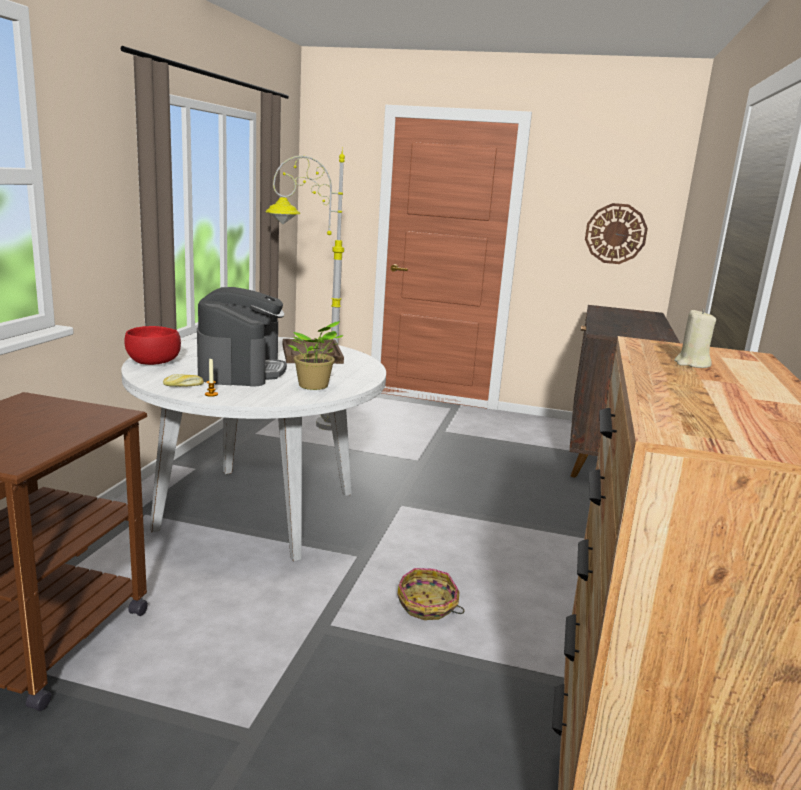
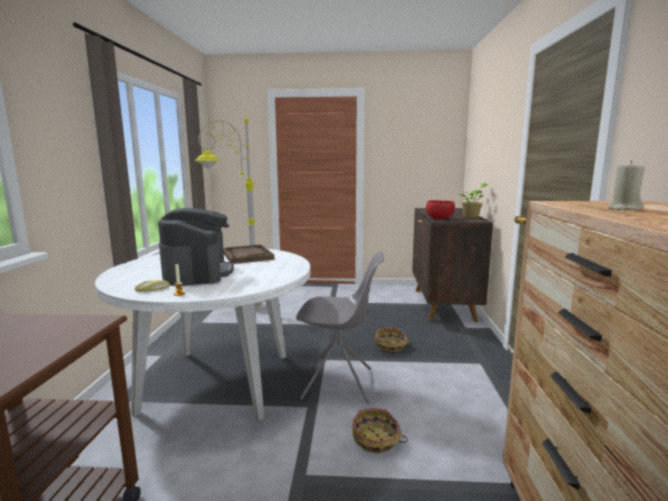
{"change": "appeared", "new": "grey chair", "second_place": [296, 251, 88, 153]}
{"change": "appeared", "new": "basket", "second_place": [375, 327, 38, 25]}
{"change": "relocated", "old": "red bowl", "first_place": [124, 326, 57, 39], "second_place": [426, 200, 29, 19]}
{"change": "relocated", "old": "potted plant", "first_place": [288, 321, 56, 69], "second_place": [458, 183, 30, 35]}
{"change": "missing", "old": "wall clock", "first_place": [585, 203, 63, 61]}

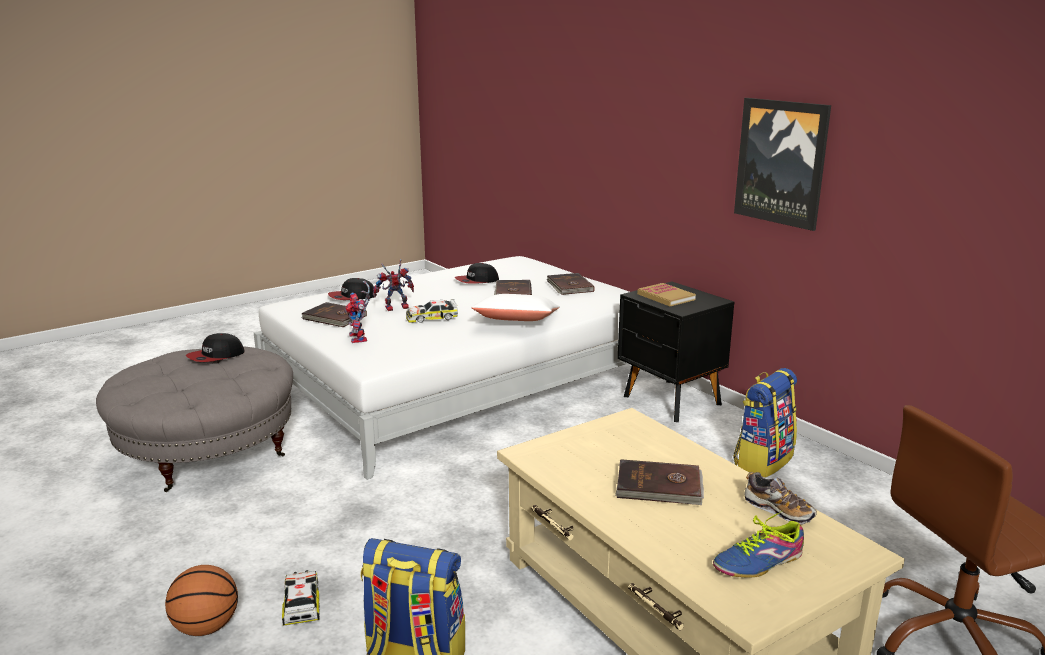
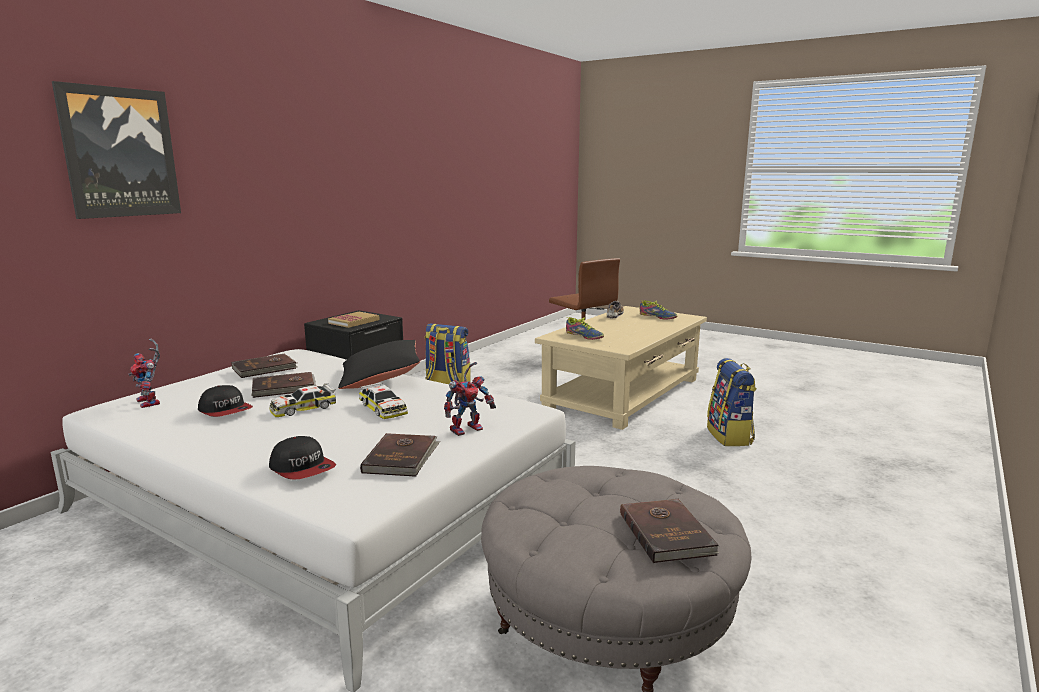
{"change": "relocated", "old": "picture", "first_place": [734, 98, 97, 133], "second_place": [52, 81, 129, 138]}
{"change": "relocated", "old": "toy robot", "first_place": [373, 259, 41, 52], "second_place": [128, 338, 32, 70]}
{"change": "relocated", "old": "toy car", "first_place": [282, 570, 38, 56], "second_place": [269, 383, 67, 34]}
{"change": "colour", "old": "white pillow", "new": "black pillow", "first_place": [471, 294, 89, 27], "second_place": [338, 340, 82, 49]}
{"change": "appeared", "new": "shoe", "second_place": [566, 317, 38, 23]}
{"change": "relocated", "old": "brown book", "first_place": [615, 459, 89, 46], "second_place": [620, 499, 100, 64]}
{"change": "missing", "old": "basketball", "first_place": [165, 565, 73, 71]}
{"change": "missing", "old": "cap", "first_place": [186, 333, 59, 29]}

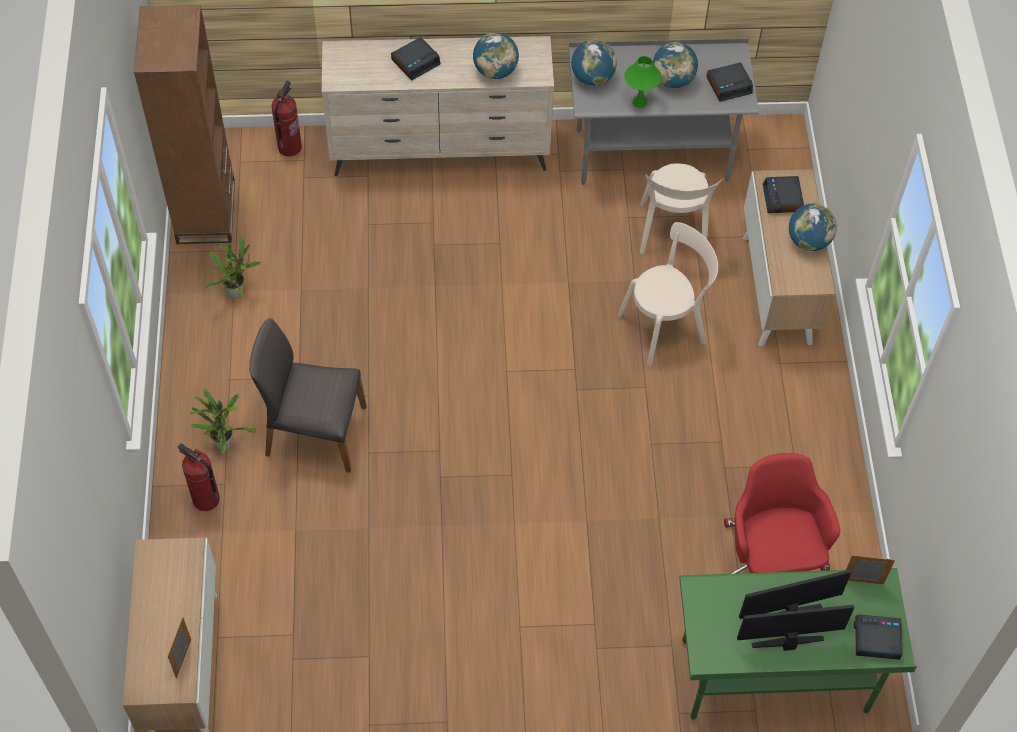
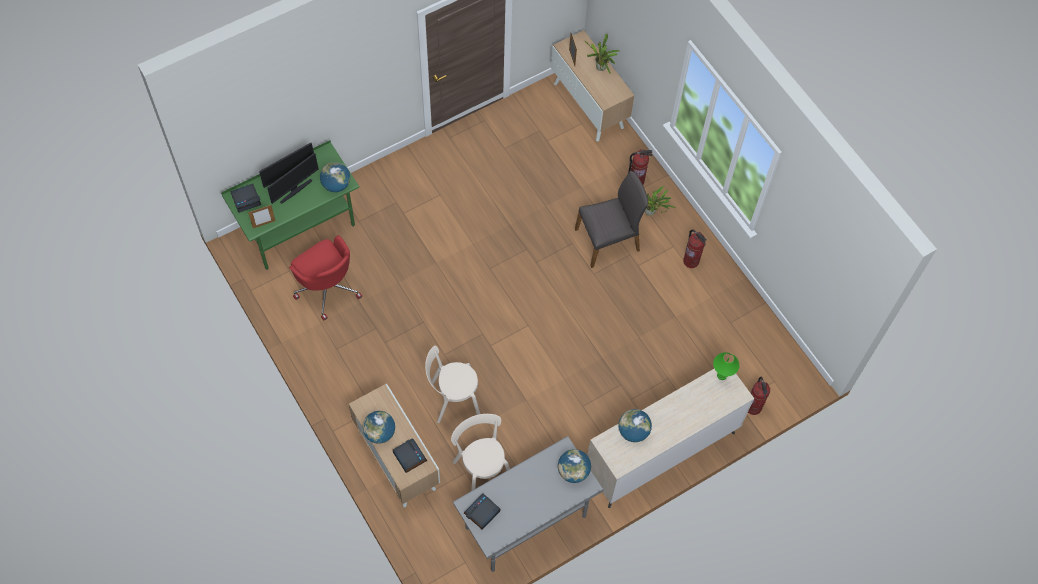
{"change": "relocated", "old": "globe", "first_place": [653, 42, 45, 46], "second_place": [320, 162, 30, 30]}
{"change": "spun", "old": "beige chair", "first_place": [618, 222, 100, 144], "second_place": [425, 346, 55, 77], "degrees": 45}
{"change": "relocated", "old": "potted plant", "first_place": [204, 237, 57, 61], "second_place": [584, 34, 35, 39]}
{"change": "appeared", "new": "fire extinguisher", "second_place": [683, 229, 24, 39]}
{"change": "relocated", "old": "green table lamp", "first_place": [625, 56, 36, 52], "second_place": [713, 352, 26, 28]}
{"change": "missing", "old": "brown bookcase", "first_place": [134, 5, 101, 239]}
{"change": "missing", "old": "alarm clock", "first_place": [391, 37, 50, 44]}

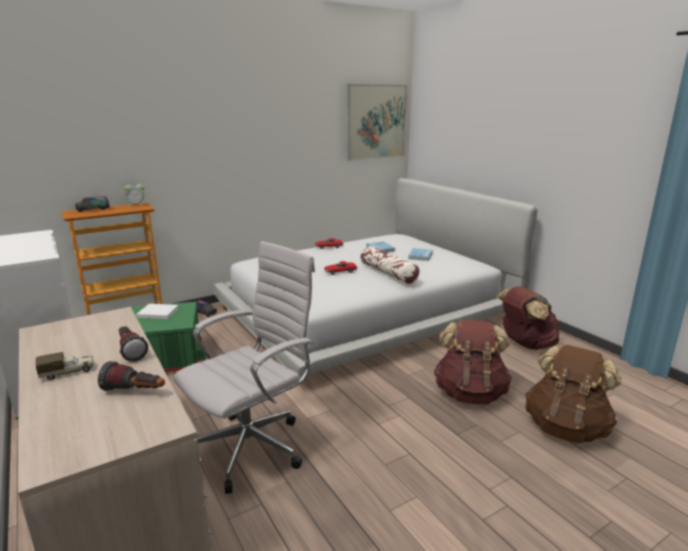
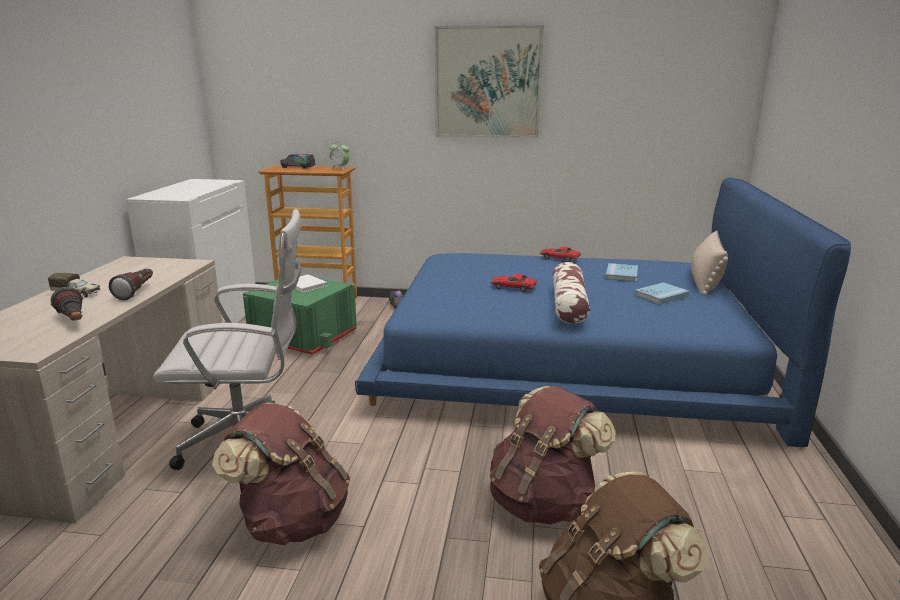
{"change": "relocated", "old": "brown backpack", "first_place": [496, 286, 63, 64], "second_place": [212, 403, 138, 142]}
{"change": "colour", "old": "white bed", "new": "blue bed", "first_place": [213, 178, 325, 199], "second_place": [355, 177, 496, 270]}
{"change": "relocated", "old": "picture", "first_place": [346, 84, 61, 77], "second_place": [435, 25, 109, 113]}
{"change": "appeared", "new": "beige pillow", "second_place": [691, 231, 37, 64]}

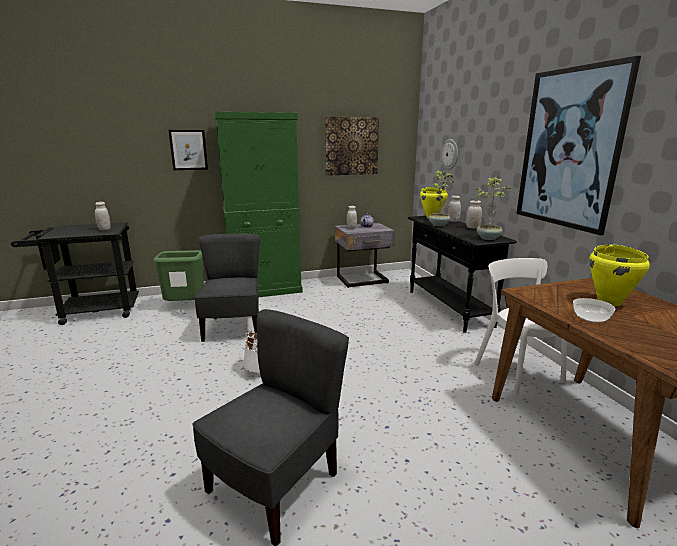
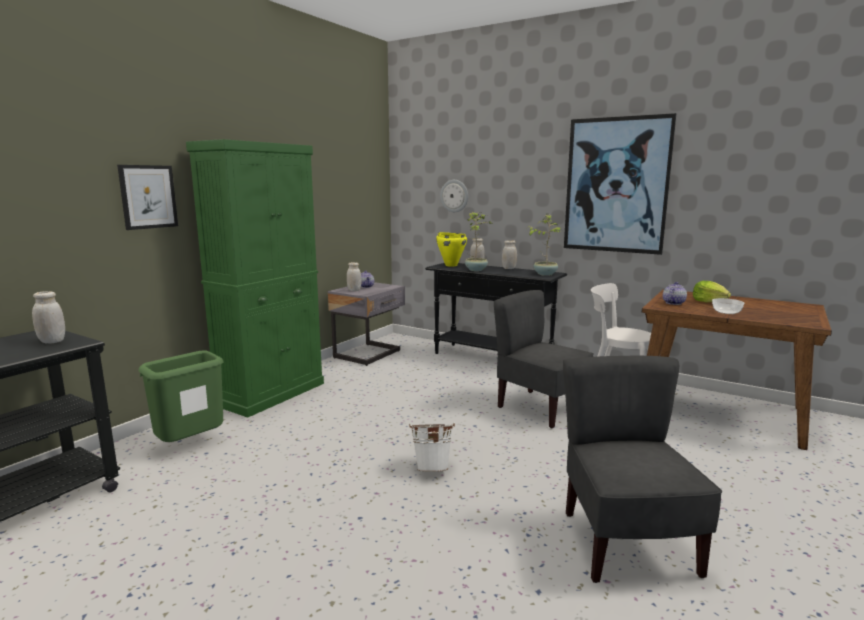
{"change": "relocated", "old": "grey chair", "first_place": [194, 233, 66, 109], "second_place": [494, 290, 100, 138]}
{"change": "appeared", "new": "teapot", "second_place": [663, 282, 24, 23]}
{"change": "exchanged", "old": "yellow cooking pot", "new": "lettuce", "first_place": [589, 244, 61, 62], "second_place": [693, 281, 38, 22]}
{"change": "missing", "old": "picture", "first_place": [325, 117, 54, 59]}

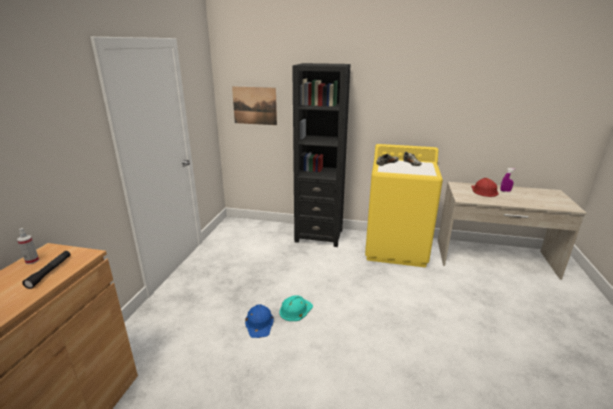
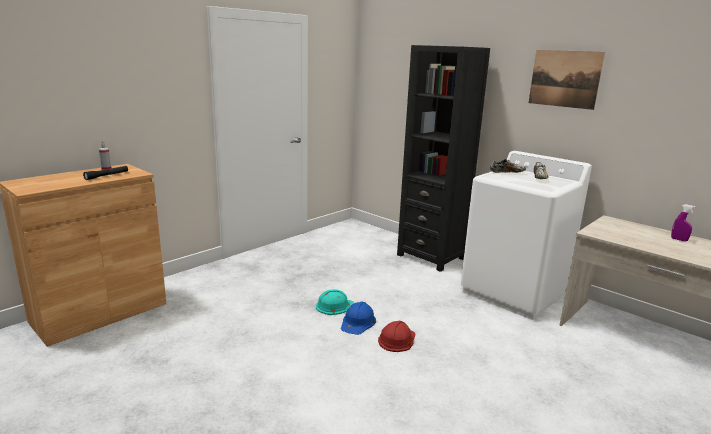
{"change": "relocated", "old": "blue hard hat", "first_place": [245, 304, 28, 34], "second_place": [341, 301, 35, 34]}
{"change": "relocated", "old": "red hard hat", "first_place": [471, 178, 28, 19], "second_place": [378, 320, 38, 32]}
{"change": "colour", "old": "yellow washing machine", "new": "white washing machine", "first_place": [365, 144, 78, 123], "second_place": [461, 151, 131, 169]}
{"change": "relocated", "old": "picture", "first_place": [232, 86, 45, 39], "second_place": [529, 50, 76, 60]}

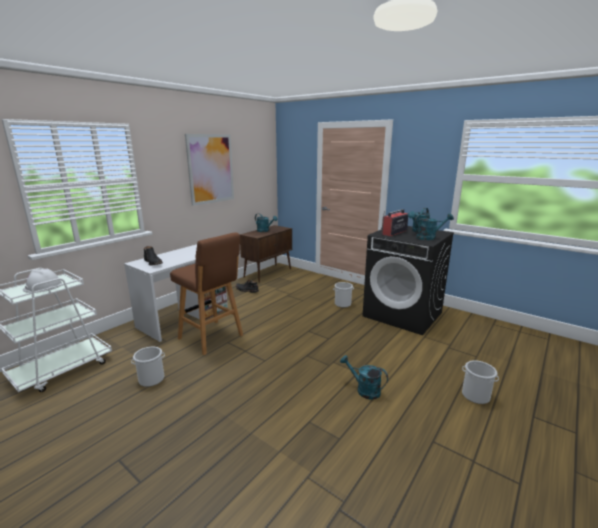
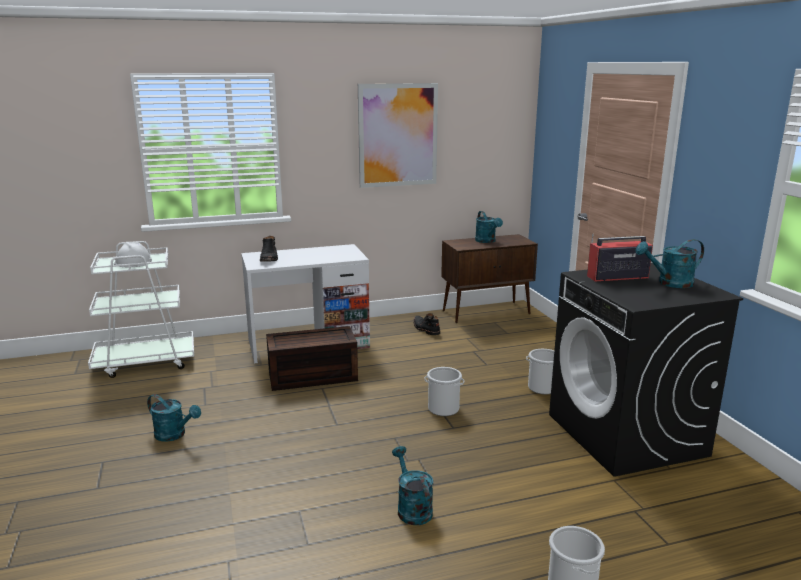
{"change": "relocated", "old": "turquoise watering can", "first_place": [414, 213, 40, 27], "second_place": [147, 394, 54, 48]}
{"change": "exchanged", "old": "brown stool", "new": "brown storage box", "first_place": [170, 232, 73, 123], "second_place": [266, 326, 92, 65]}
{"change": "relocated", "old": "bucket", "first_place": [131, 347, 34, 40], "second_place": [424, 367, 40, 49]}

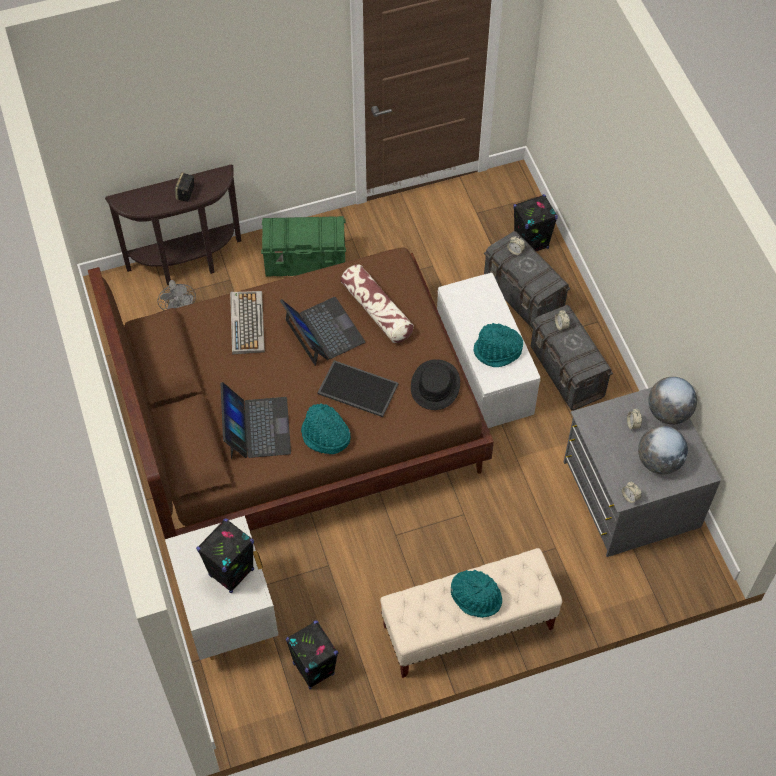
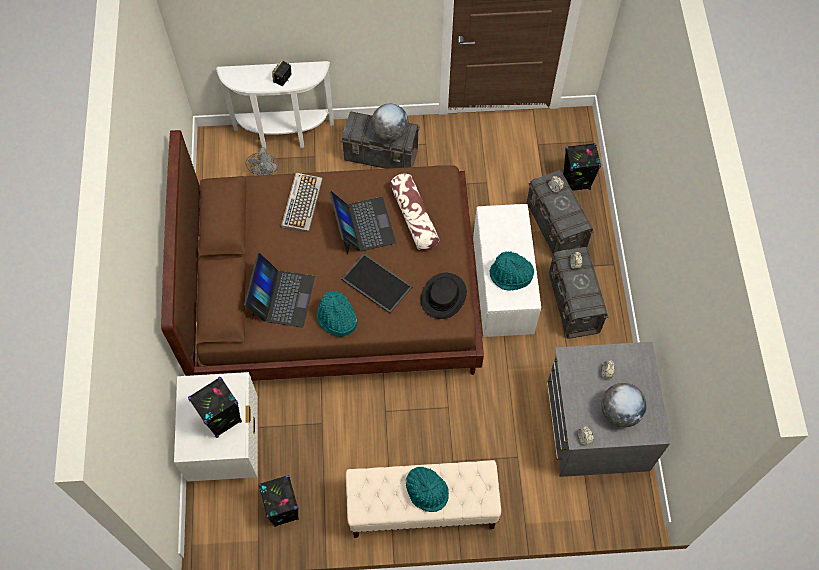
{"change": "colour", "old": "brown console table", "new": "white console table", "first_place": [105, 165, 136, 120], "second_place": [216, 61, 118, 88]}
{"change": "colour", "old": "green storage box", "new": "grey storage box", "first_place": [261, 216, 85, 61], "second_place": [341, 111, 79, 58]}
{"change": "relocated", "old": "globe", "first_place": [648, 377, 49, 48], "second_place": [371, 104, 37, 37]}

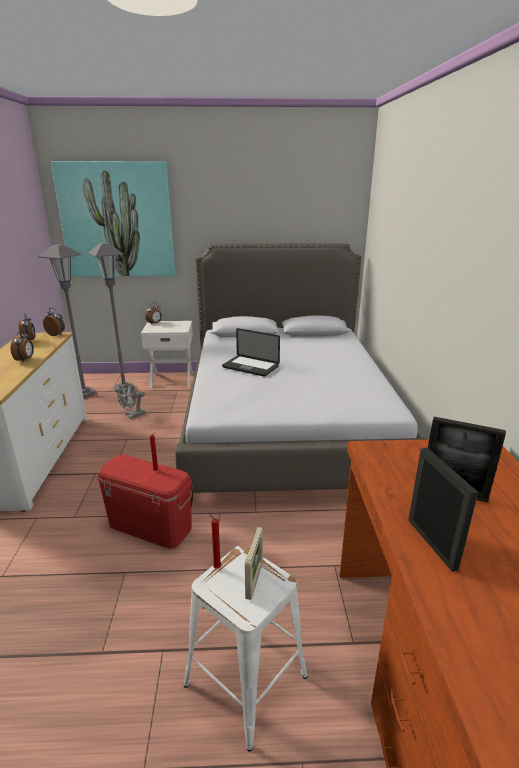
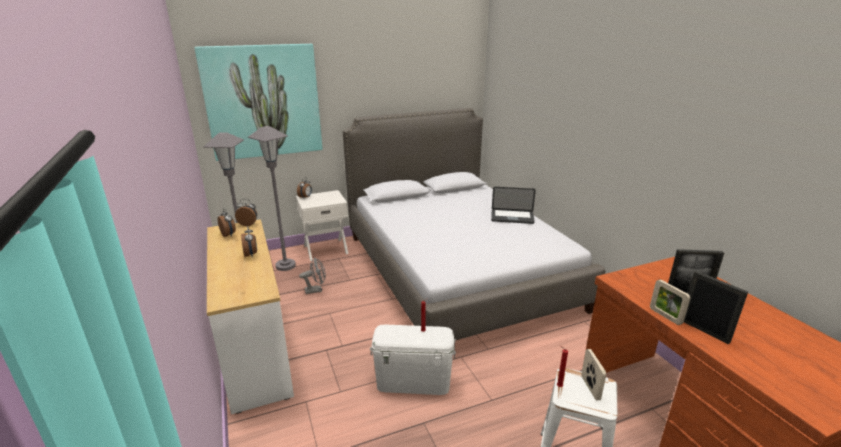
{"change": "spun", "old": "grey fan", "first_place": [117, 382, 28, 37], "second_place": [299, 258, 27, 36], "degrees": -135}
{"change": "colour", "old": "red storage box", "new": "white storage box", "first_place": [97, 454, 96, 95], "second_place": [370, 324, 86, 71]}
{"change": "relocated", "old": "laptop", "first_place": [222, 328, 58, 49], "second_place": [491, 187, 45, 37]}
{"change": "appeared", "new": "picture frame", "second_place": [650, 280, 41, 45]}

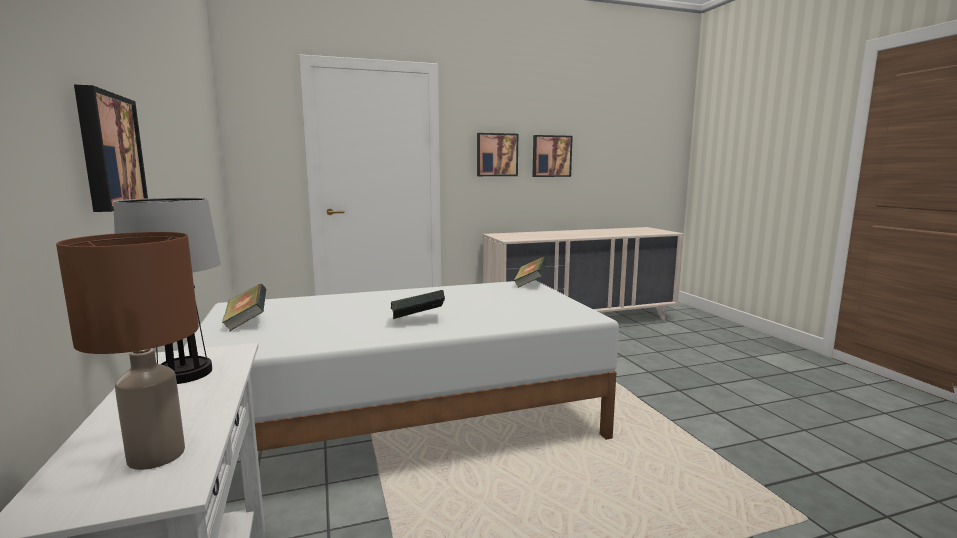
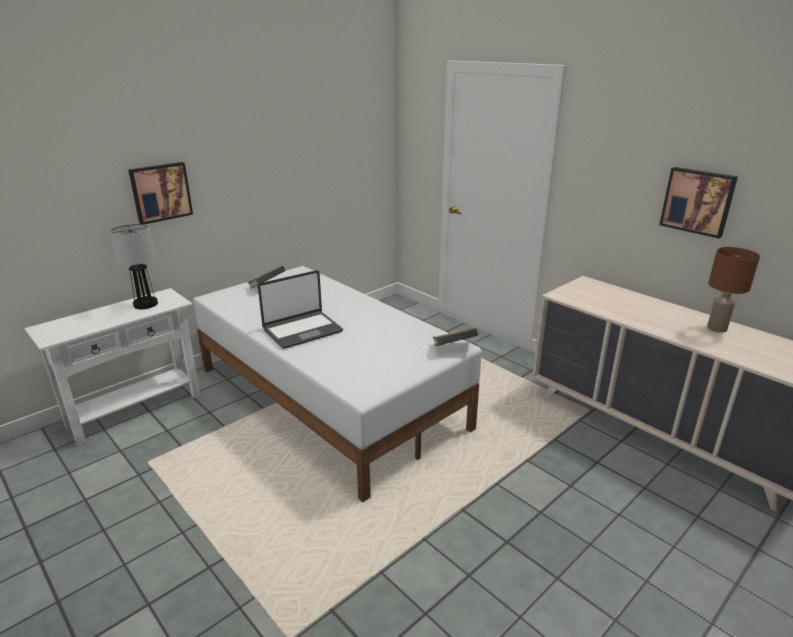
{"change": "exchanged", "old": "book", "new": "laptop", "first_place": [391, 290, 54, 29], "second_place": [258, 270, 85, 79]}
{"change": "relocated", "old": "brown table lamp", "first_place": [56, 232, 143, 238], "second_place": [707, 247, 53, 86]}
{"change": "missing", "old": "picture", "first_place": [477, 133, 41, 43]}

